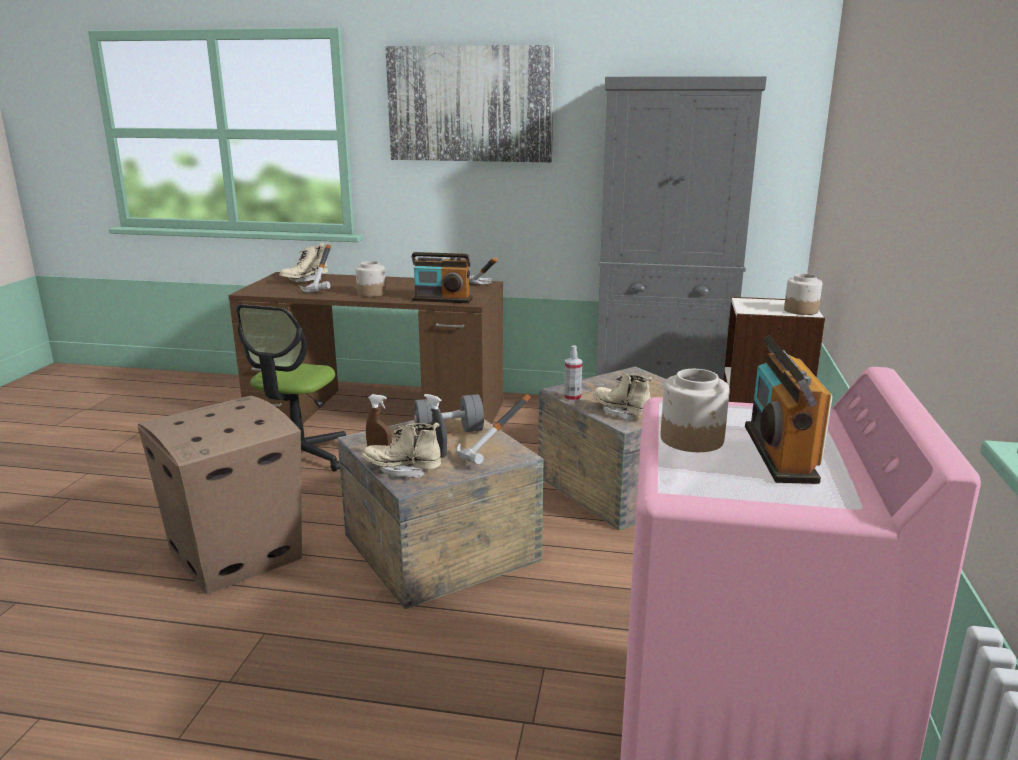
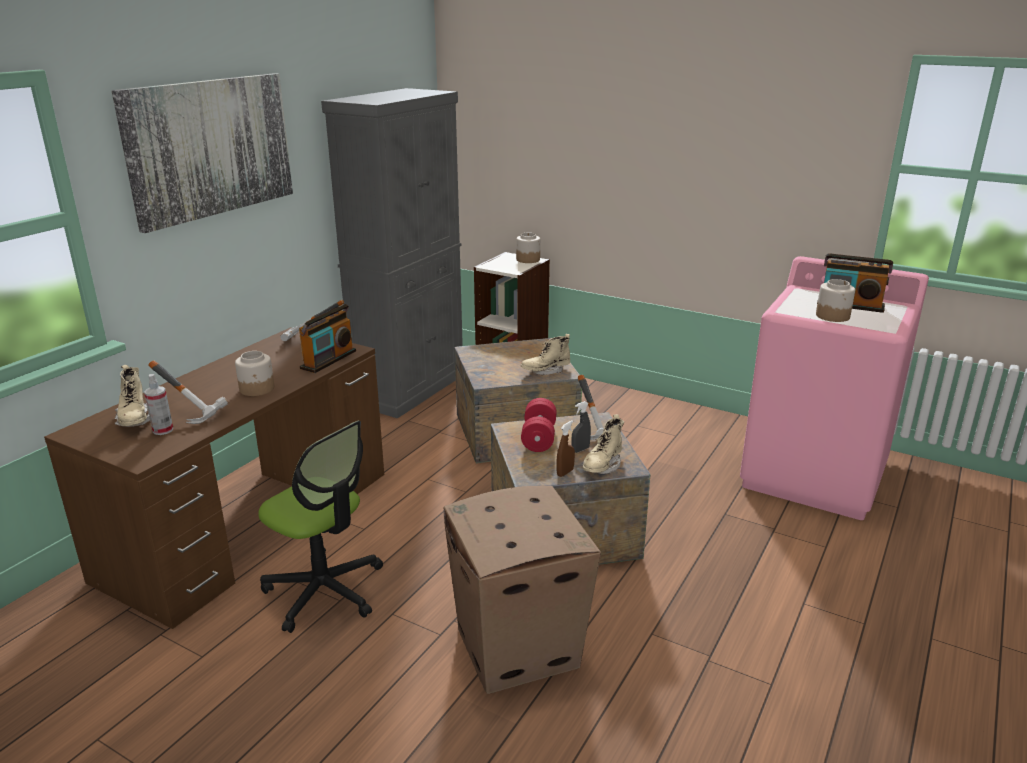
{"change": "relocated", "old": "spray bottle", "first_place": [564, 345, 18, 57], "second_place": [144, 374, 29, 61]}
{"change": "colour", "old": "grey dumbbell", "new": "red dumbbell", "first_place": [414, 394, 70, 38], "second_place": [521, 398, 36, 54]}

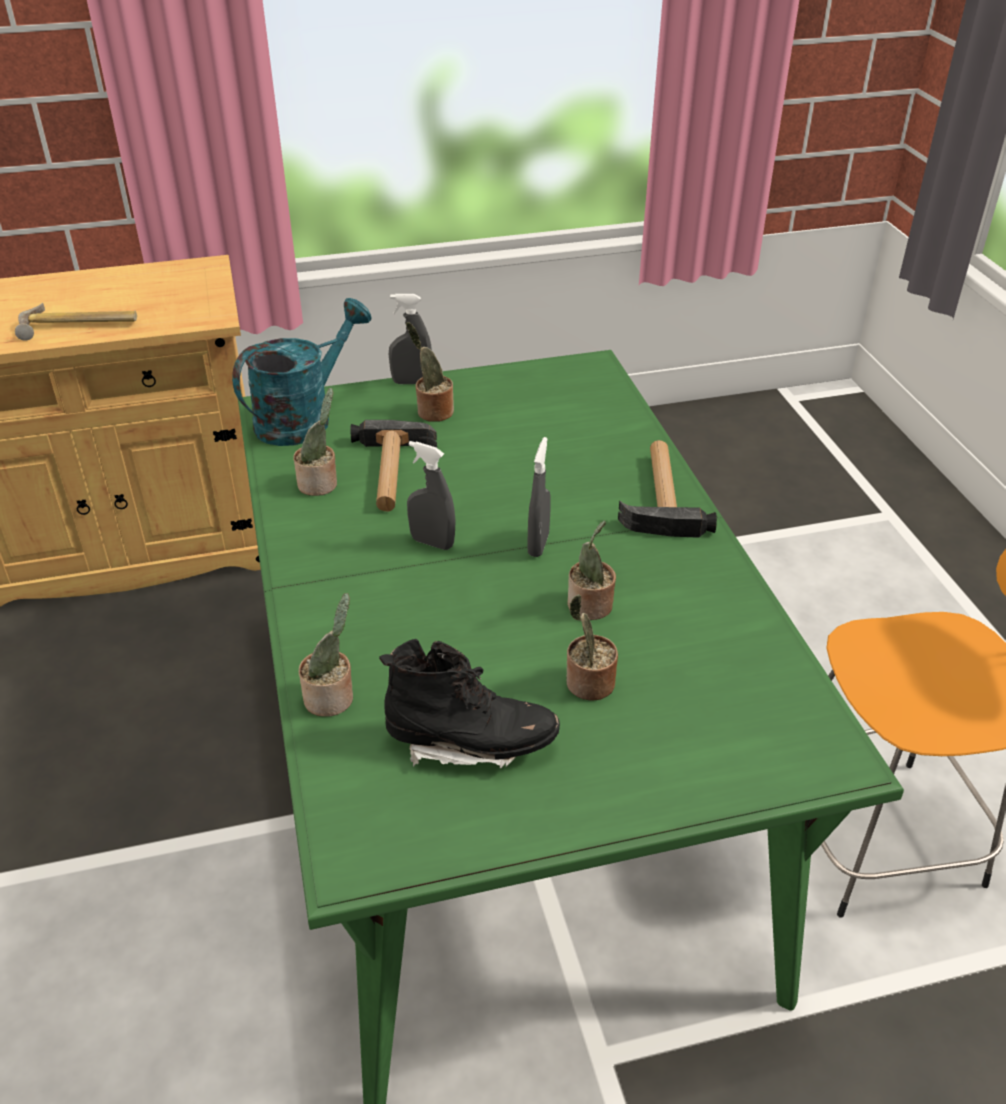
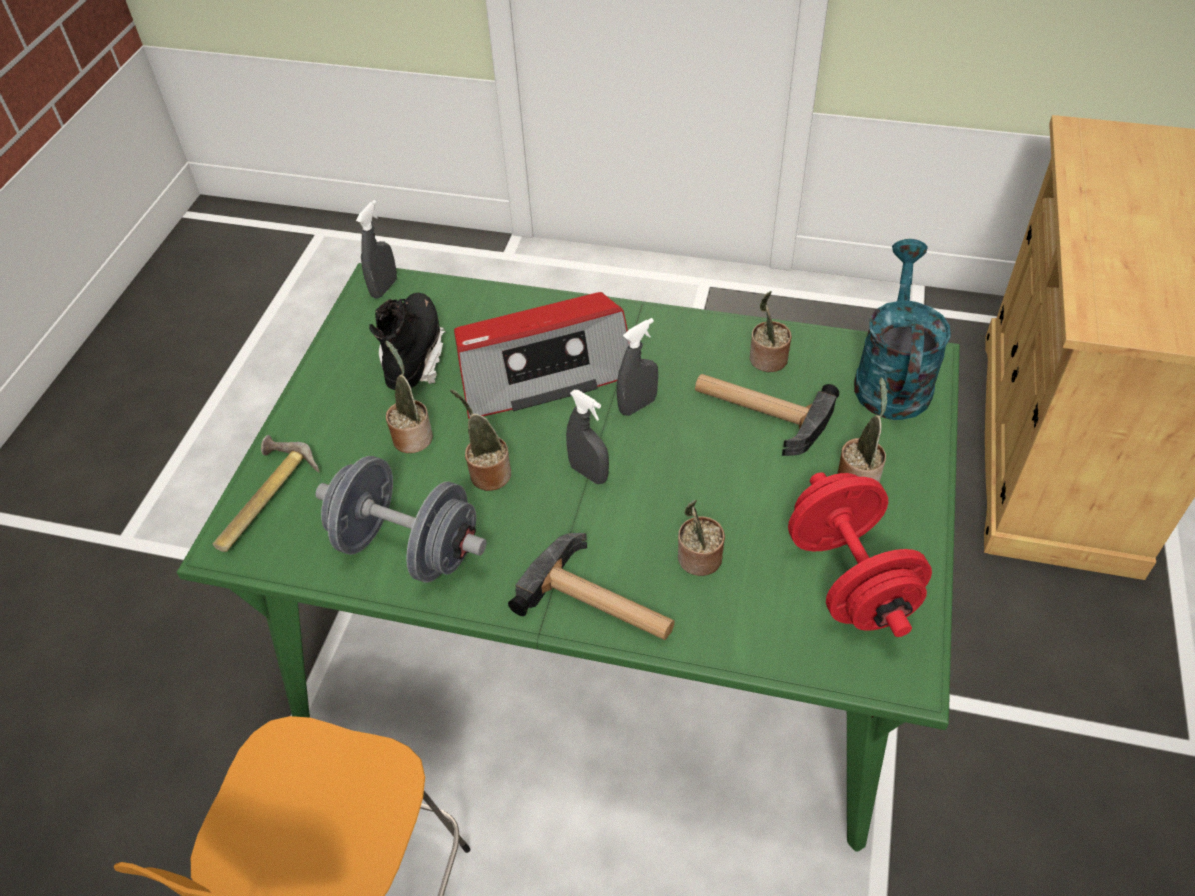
{"change": "relocated", "old": "hammer", "first_place": [15, 303, 122, 38], "second_place": [213, 435, 107, 117]}
{"change": "appeared", "new": "grey dumbbell", "second_place": [315, 456, 172, 127]}
{"change": "relocated", "old": "grey spray bottle", "first_place": [389, 294, 43, 90], "second_place": [356, 200, 41, 98]}
{"change": "spun", "old": "black boot", "first_place": [379, 639, 181, 129], "second_place": [369, 293, 77, 97], "degrees": 150}
{"change": "appeared", "new": "radio", "second_place": [454, 292, 175, 126]}
{"change": "relocated", "old": "potted plant", "first_place": [299, 593, 54, 124], "second_place": [678, 500, 47, 76]}
{"change": "appeared", "new": "red dumbbell", "second_place": [788, 472, 144, 165]}
{"change": "spun", "old": "turquoise watering can", "first_place": [232, 298, 139, 148], "second_place": [854, 239, 97, 181], "degrees": -150}

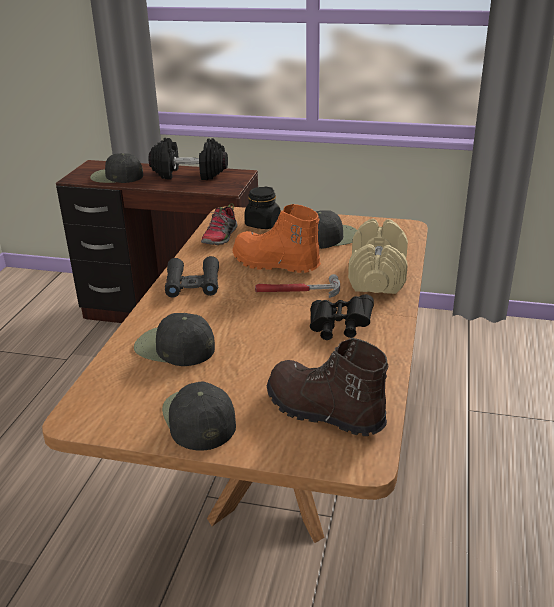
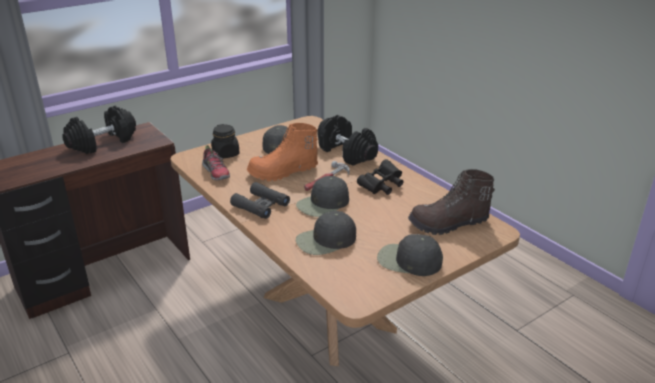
{"change": "relocated", "old": "black cap", "first_place": [90, 153, 53, 30], "second_place": [296, 176, 53, 41]}
{"change": "colour", "old": "beige dumbbell", "new": "black dumbbell", "first_place": [348, 219, 60, 75], "second_place": [317, 115, 61, 51]}

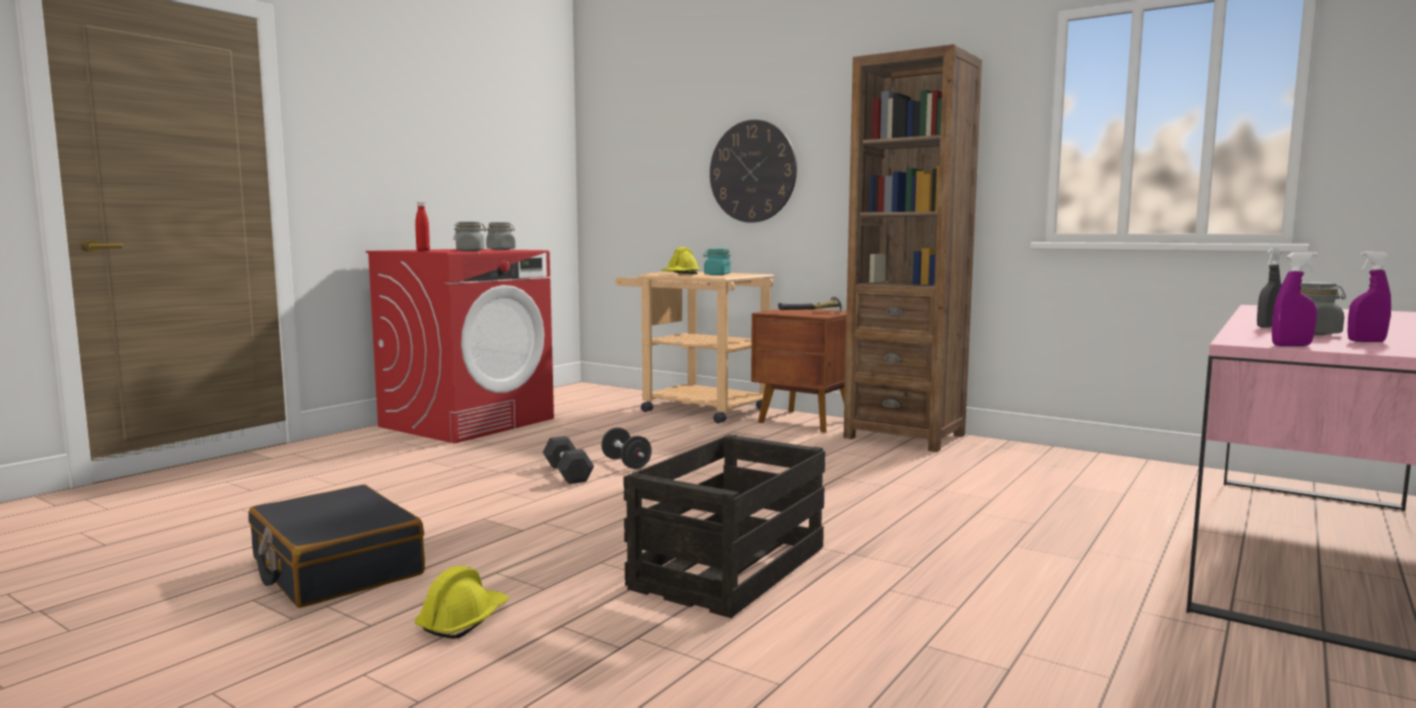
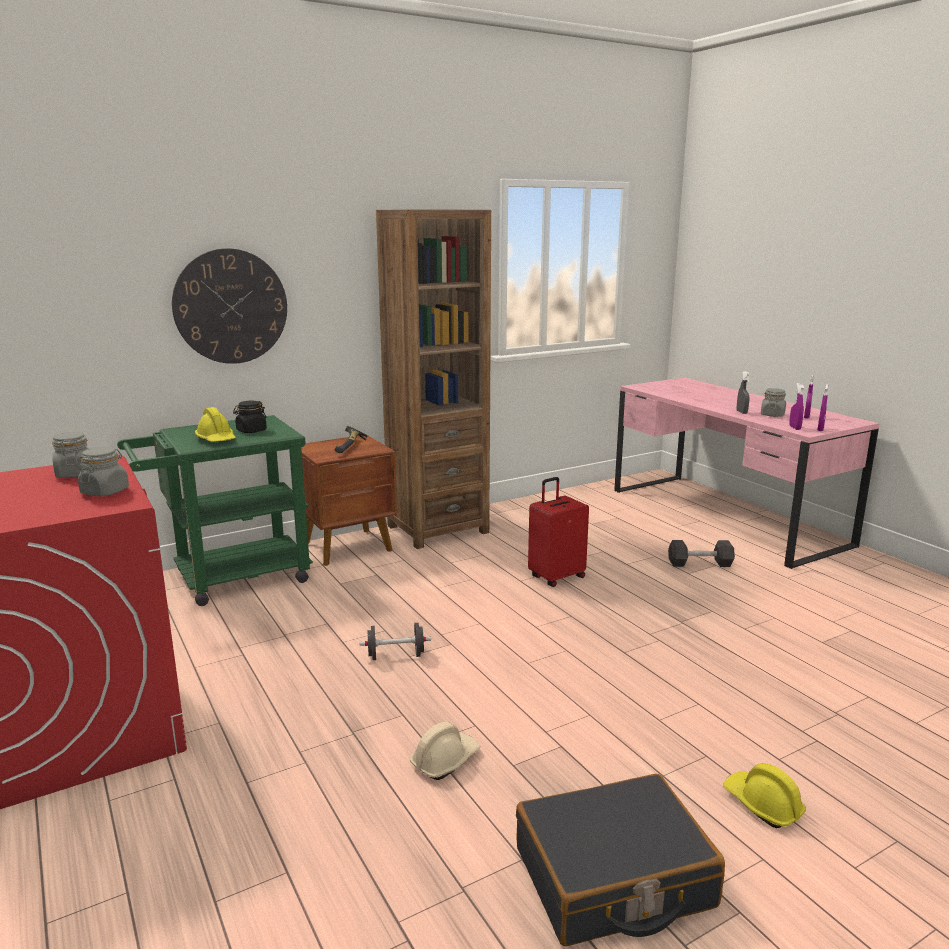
{"change": "colour", "old": "beige cart", "new": "green cart", "first_place": [615, 271, 159, 152], "second_place": [117, 415, 196, 191]}
{"change": "colour", "old": "turquoise jar", "new": "black jar", "first_place": [703, 249, 28, 26], "second_place": [233, 401, 34, 32]}
{"change": "appeared", "new": "beige hard hat", "second_place": [409, 722, 71, 58]}
{"change": "appeared", "new": "red suitcase", "second_place": [528, 477, 61, 110]}
{"change": "relocated", "old": "black dumbbell", "first_place": [542, 436, 52, 48], "second_place": [668, 540, 67, 27]}
{"change": "appeared", "new": "purple spray bottle", "second_place": [789, 383, 15, 47]}
{"change": "missing", "old": "red bottle", "first_place": [415, 202, 15, 49]}
{"change": "missing", "old": "crate", "first_place": [623, 434, 202, 184]}

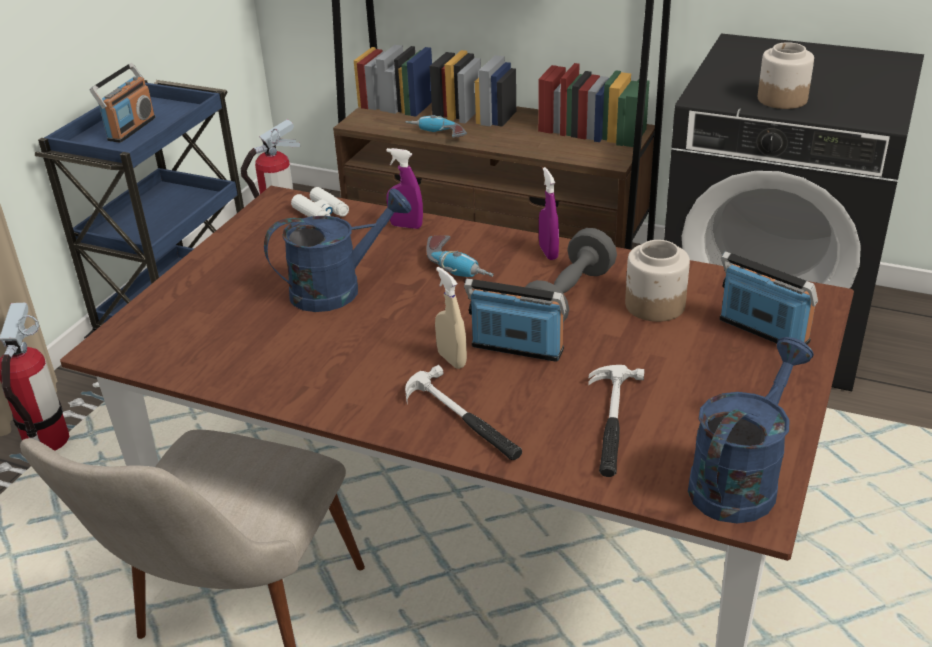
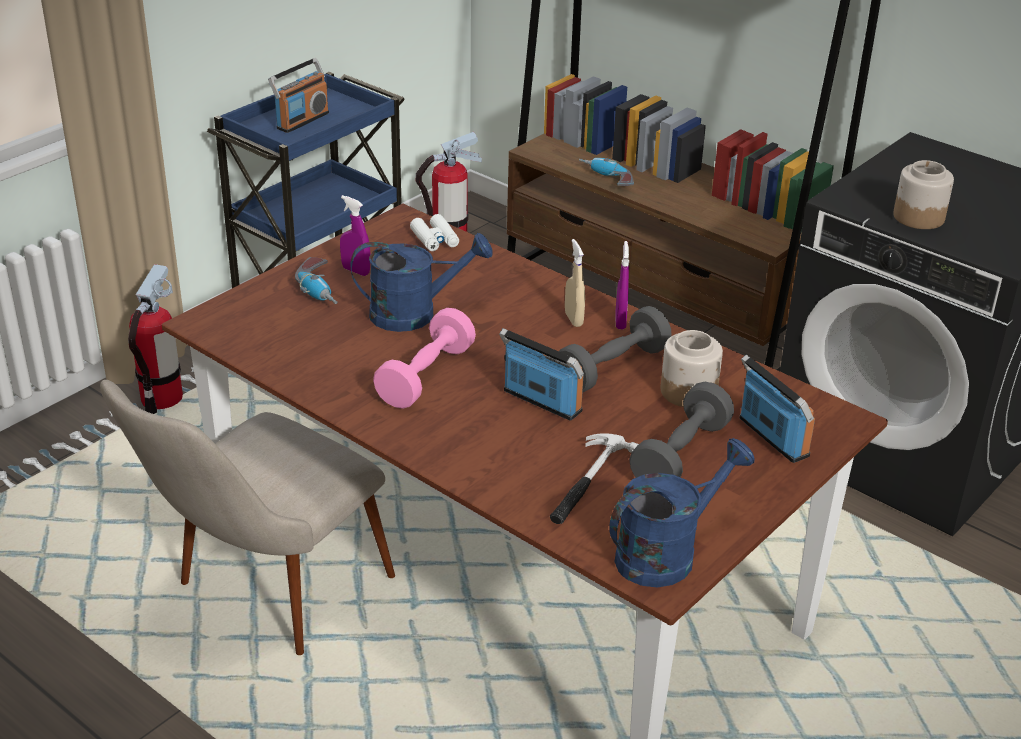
{"change": "relocated", "old": "power drill", "first_place": [426, 235, 68, 42], "second_place": [295, 257, 42, 47]}
{"change": "relocated", "old": "purple spray bottle", "first_place": [386, 148, 37, 81], "second_place": [340, 195, 31, 81]}
{"change": "appeared", "new": "pink dumbbell", "second_place": [373, 308, 103, 101]}
{"change": "relocated", "old": "beige spray bottle", "first_place": [435, 267, 32, 102], "second_place": [565, 239, 20, 88]}
{"change": "appeared", "new": "grey dumbbell", "second_place": [629, 382, 105, 96]}
{"change": "missing", "old": "hammer", "first_place": [405, 365, 117, 95]}

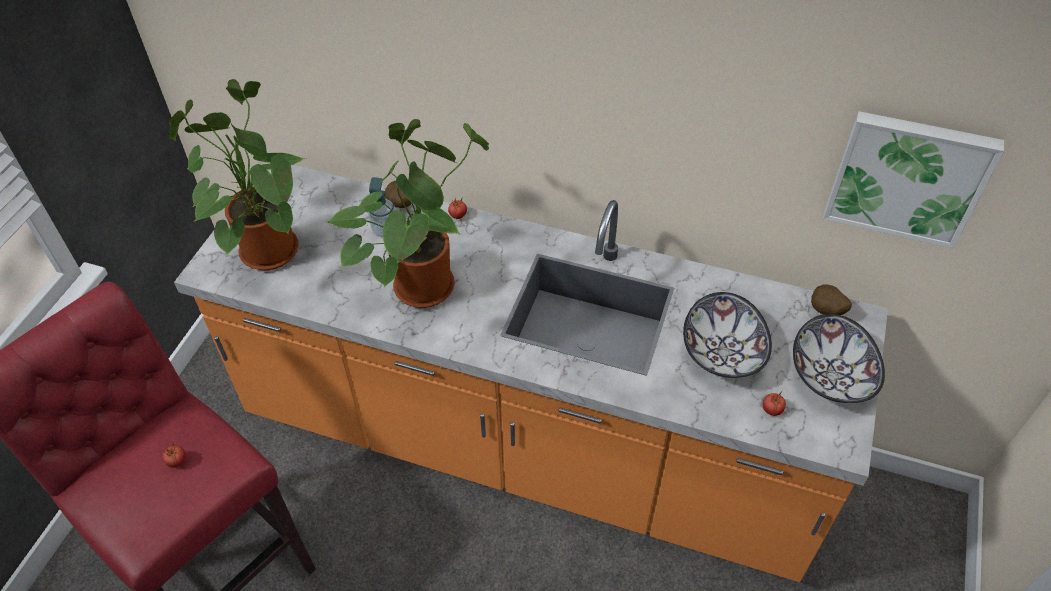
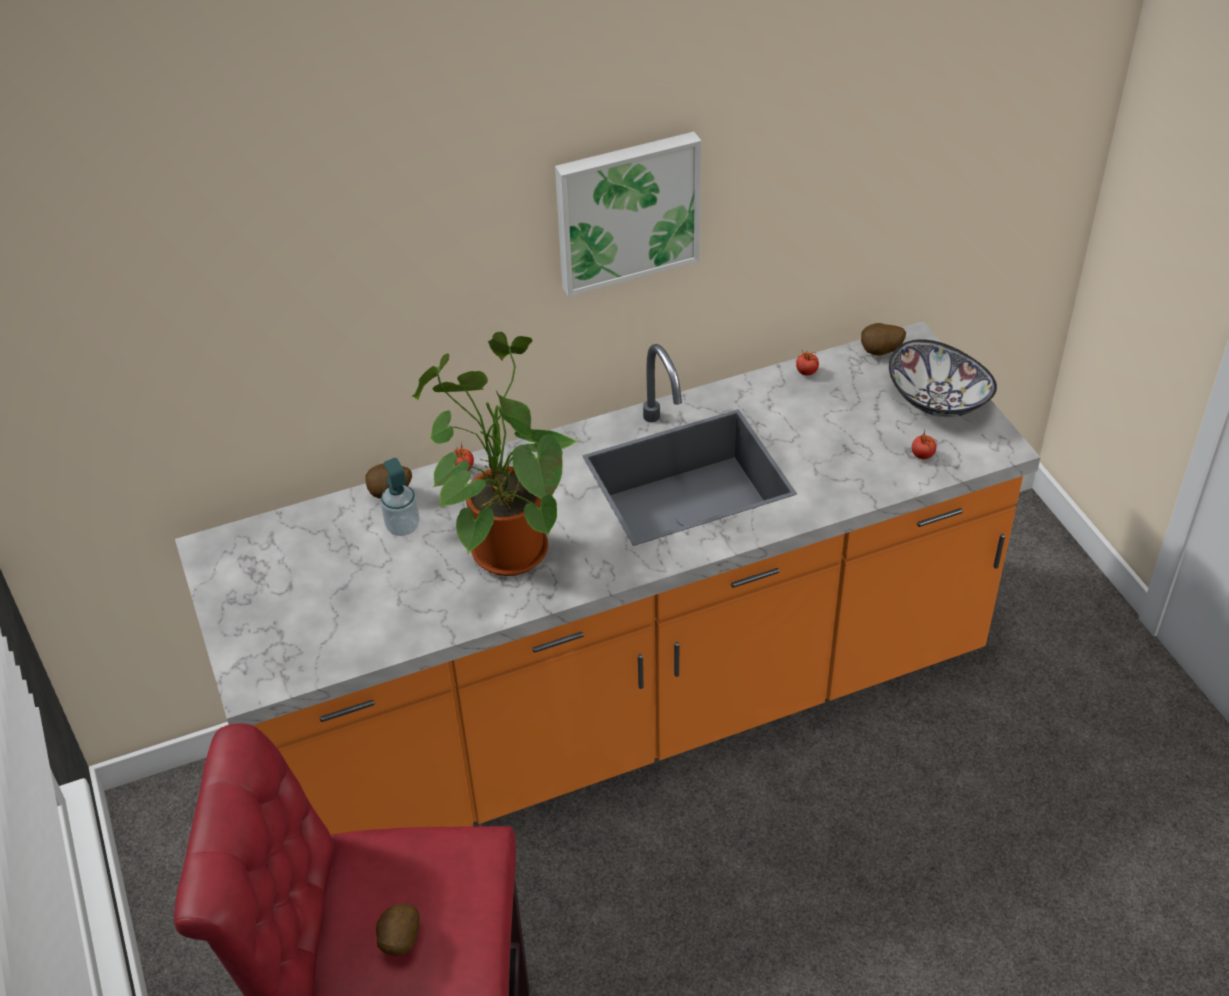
{"change": "appeared", "new": "potato", "second_place": [376, 904, 44, 52]}
{"change": "relocated", "old": "picture", "first_place": [823, 111, 181, 137], "second_place": [555, 132, 147, 165]}
{"change": "relocated", "old": "tomato", "first_place": [163, 441, 23, 27], "second_place": [796, 349, 23, 26]}
{"change": "missing", "old": "potted plant", "first_place": [168, 79, 139, 191]}
{"change": "missing", "old": "bowl", "first_place": [683, 292, 89, 86]}

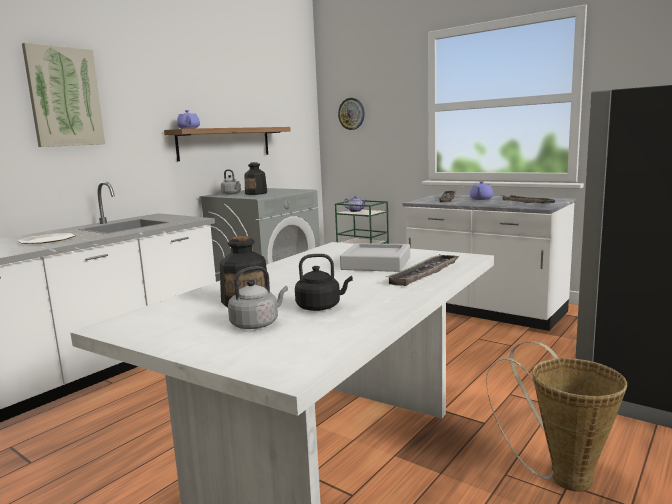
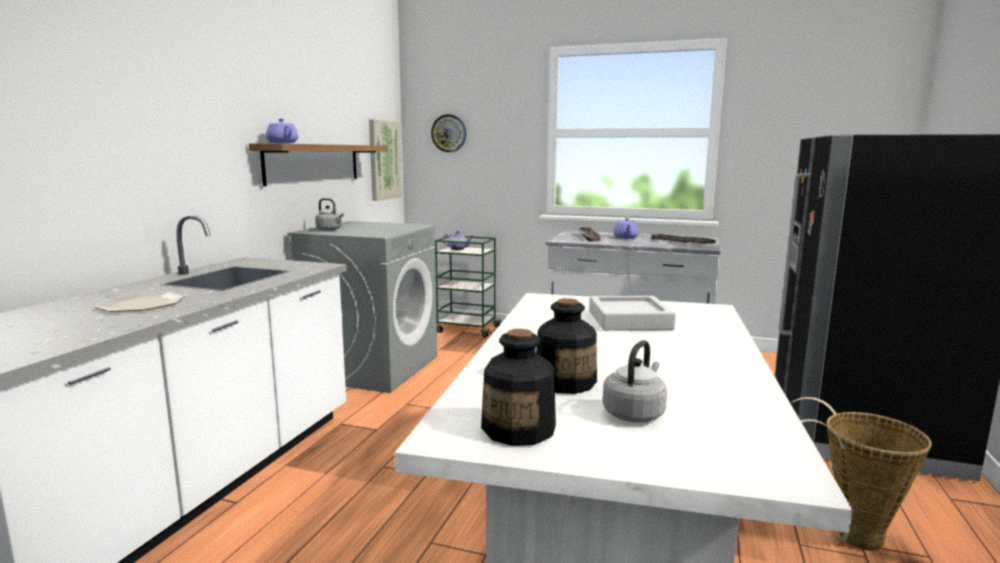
{"change": "relocated", "old": "picture", "first_place": [22, 43, 83, 104], "second_place": [369, 119, 33, 82]}
{"change": "relocated", "old": "bottle", "first_place": [244, 162, 23, 33], "second_place": [481, 329, 75, 117]}
{"change": "missing", "old": "black kettle", "first_place": [295, 254, 58, 57]}
{"change": "missing", "old": "tray", "first_place": [386, 254, 73, 32]}

